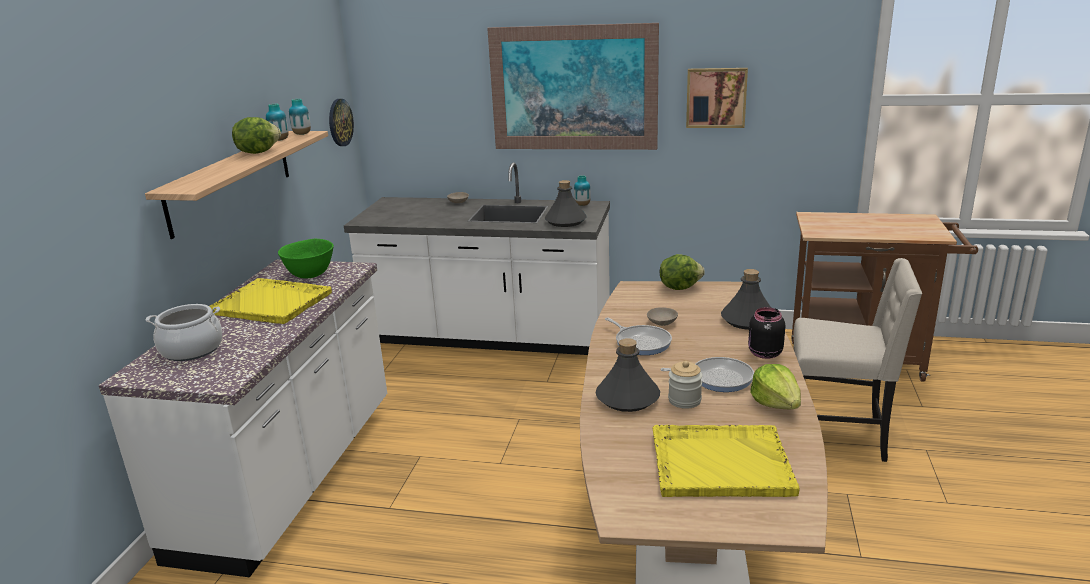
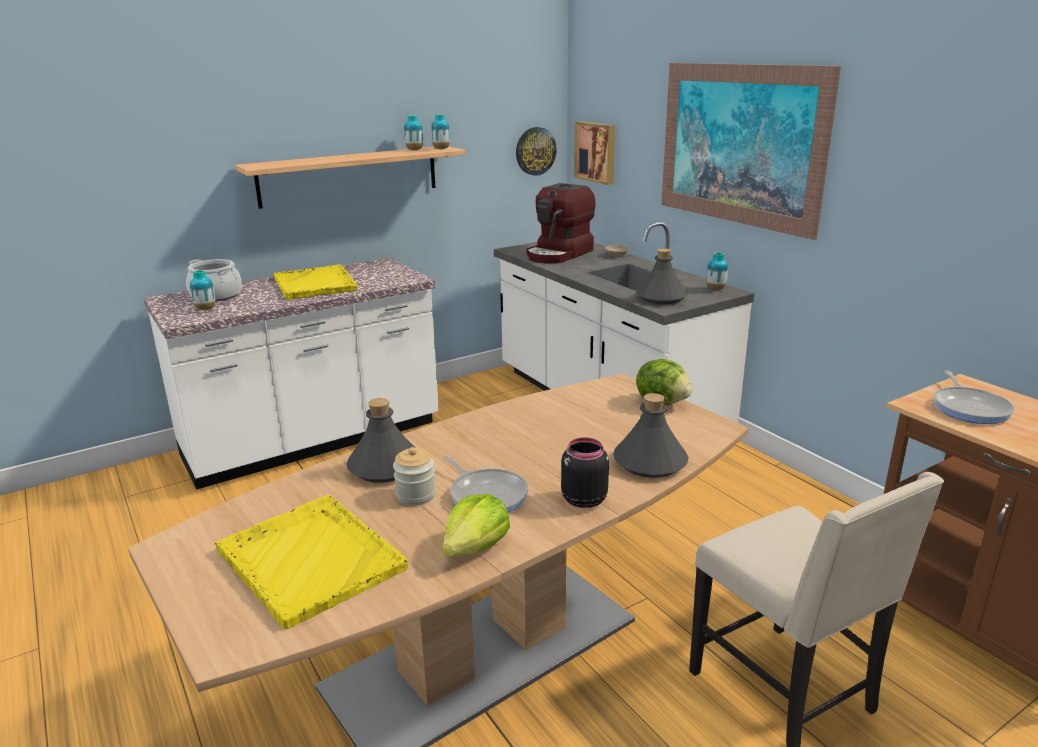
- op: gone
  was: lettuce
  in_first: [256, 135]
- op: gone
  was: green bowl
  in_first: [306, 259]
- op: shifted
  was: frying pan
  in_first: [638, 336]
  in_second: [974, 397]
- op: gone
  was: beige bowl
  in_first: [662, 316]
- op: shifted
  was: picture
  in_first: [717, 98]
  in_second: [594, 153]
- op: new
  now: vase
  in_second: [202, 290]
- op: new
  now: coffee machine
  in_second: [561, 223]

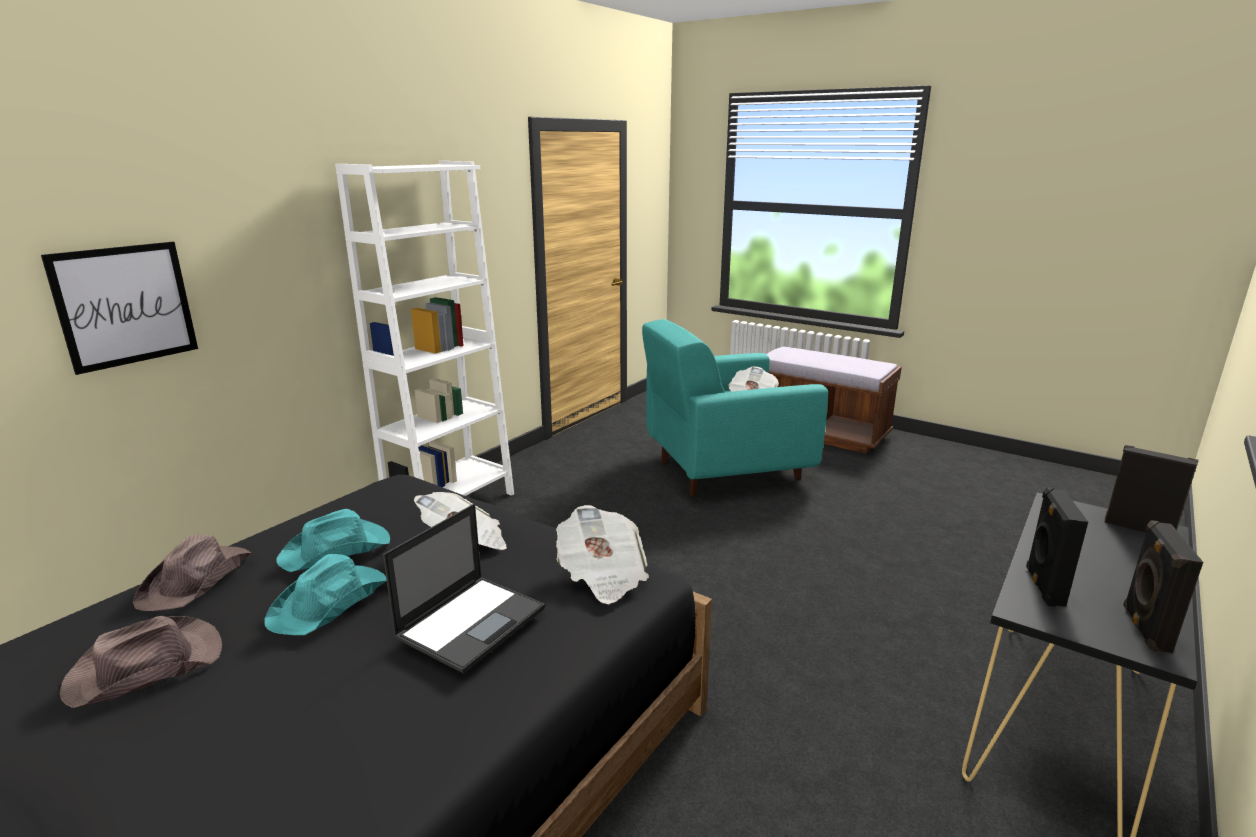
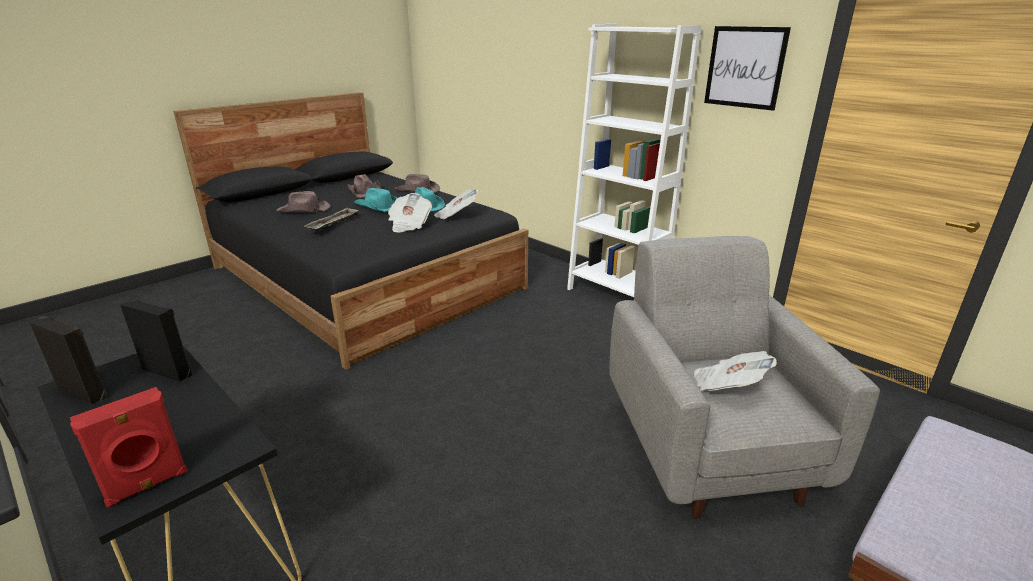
- op: shifted
  was: picture
  in_first: [119, 308]
  in_second: [747, 68]
- op: swapped
  was: laptop
  now: tray
  in_first: [464, 589]
  in_second: [331, 219]
- op: shifted
  was: newspaper
  in_first: [602, 554]
  in_second: [456, 204]
- op: repainted
  was: turquoise armchair
  now: grey armchair
  in_first: [735, 407]
  in_second: [744, 377]
- op: repainted
  was: black speaker
  now: red speaker
  in_first: [1152, 489]
  in_second: [129, 447]
- op: new
  now: brown hat
  in_second: [303, 201]

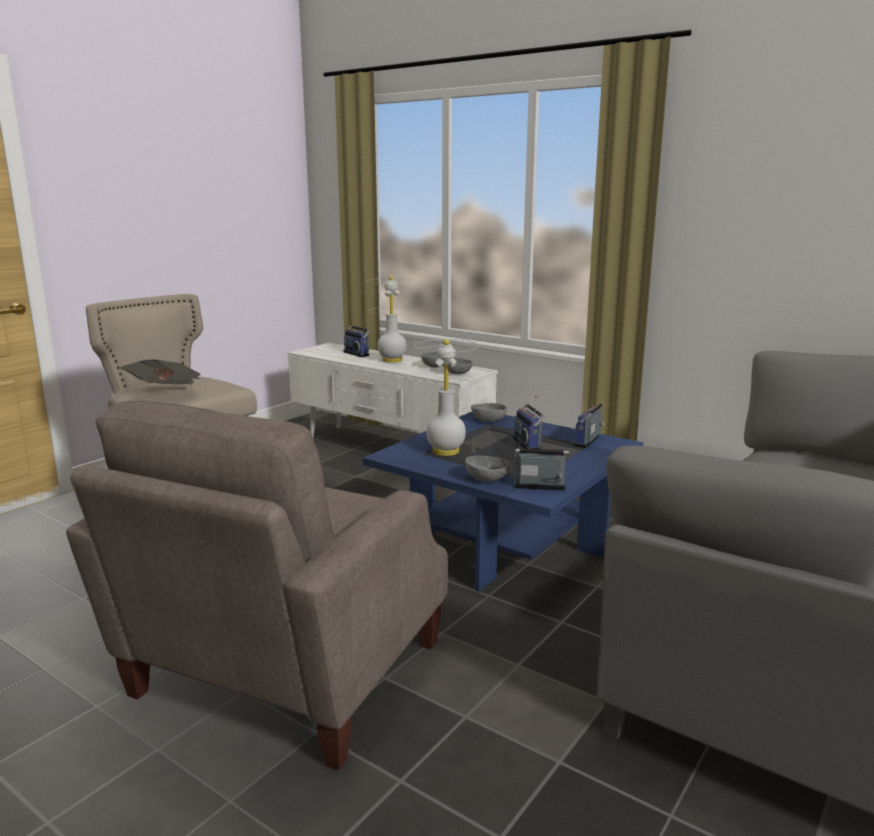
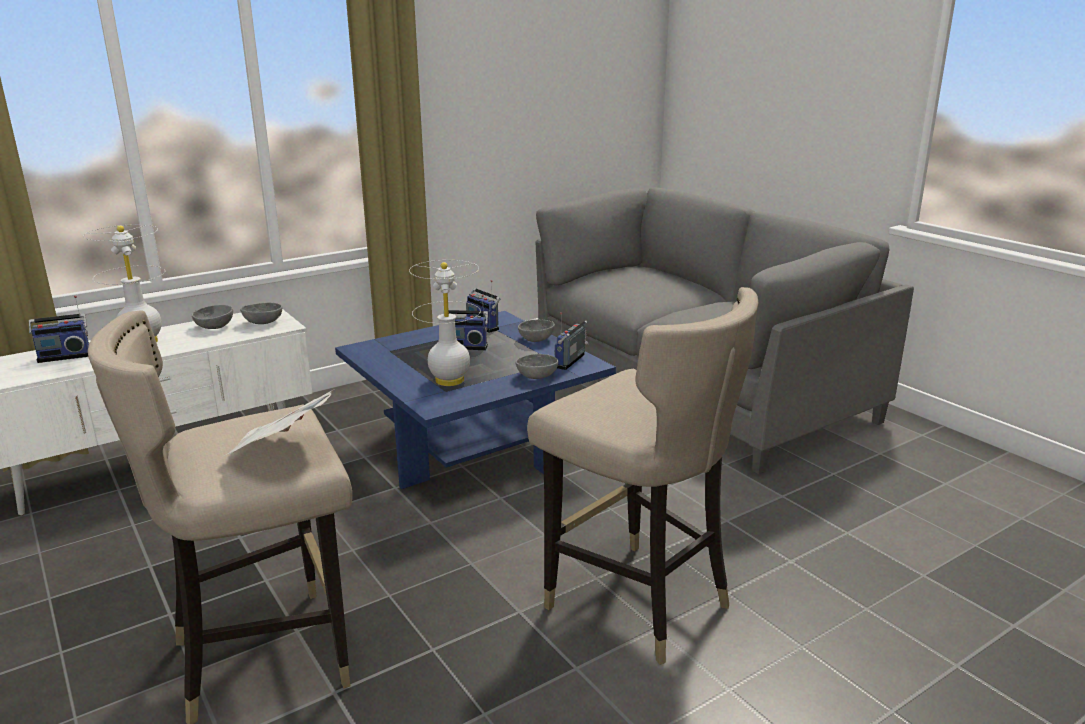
- op: swapped
  was: beige armchair
  now: beige stool
  in_first: [257, 586]
  in_second: [642, 476]
- op: shifted
  was: grey bowl
  in_first: [489, 412]
  in_second: [536, 330]

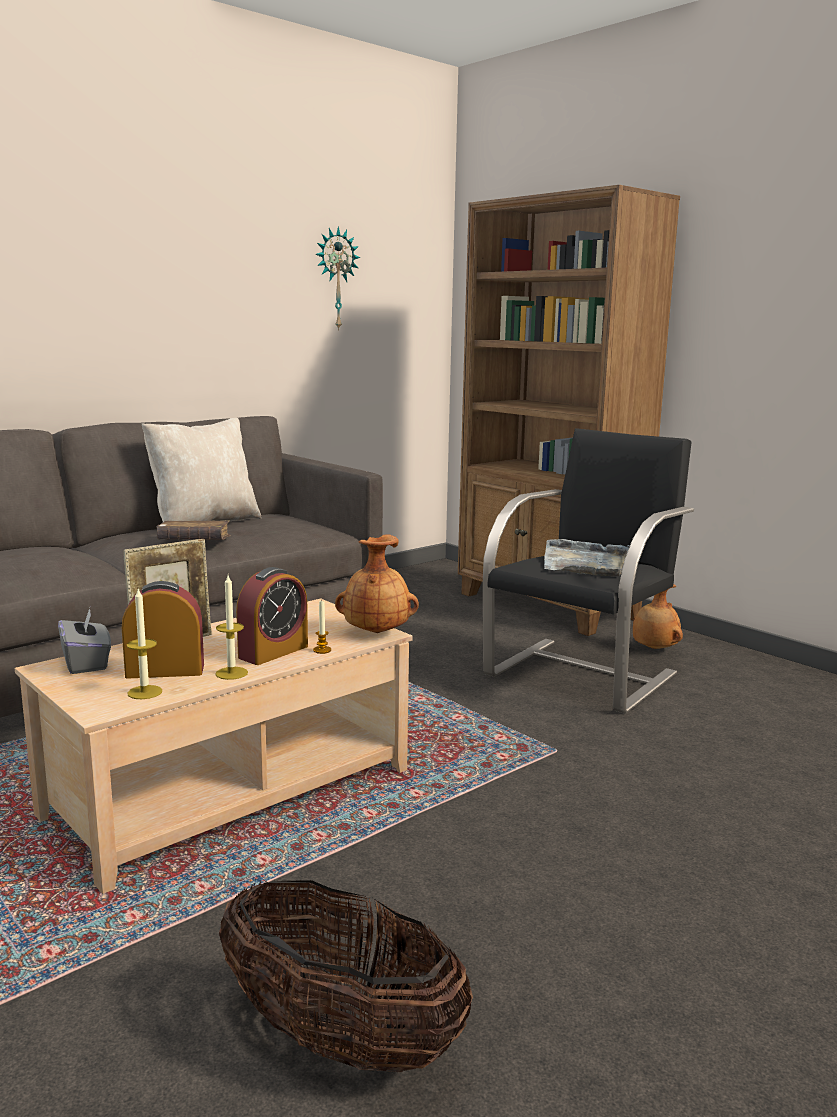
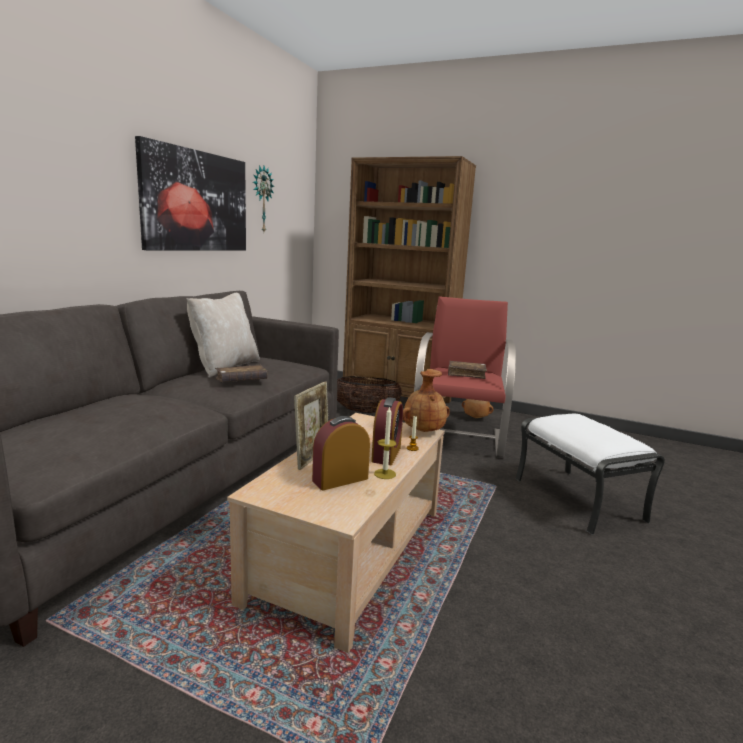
- op: gone
  was: grey tissue box
  in_first: [84, 641]
- op: gone
  was: candle
  in_first: [144, 644]
- op: shifted
  was: basket
  in_first: [346, 976]
  in_second: [369, 394]
- op: repainted
  was: black armchair
  now: red armchair
  in_first: [588, 571]
  in_second: [465, 377]
- op: swapped
  was: grey tray
  now: brown book
  in_first: [587, 557]
  in_second: [467, 370]
- op: new
  now: picture
  in_second: [190, 193]
- op: new
  now: white ottoman
  in_second: [590, 474]

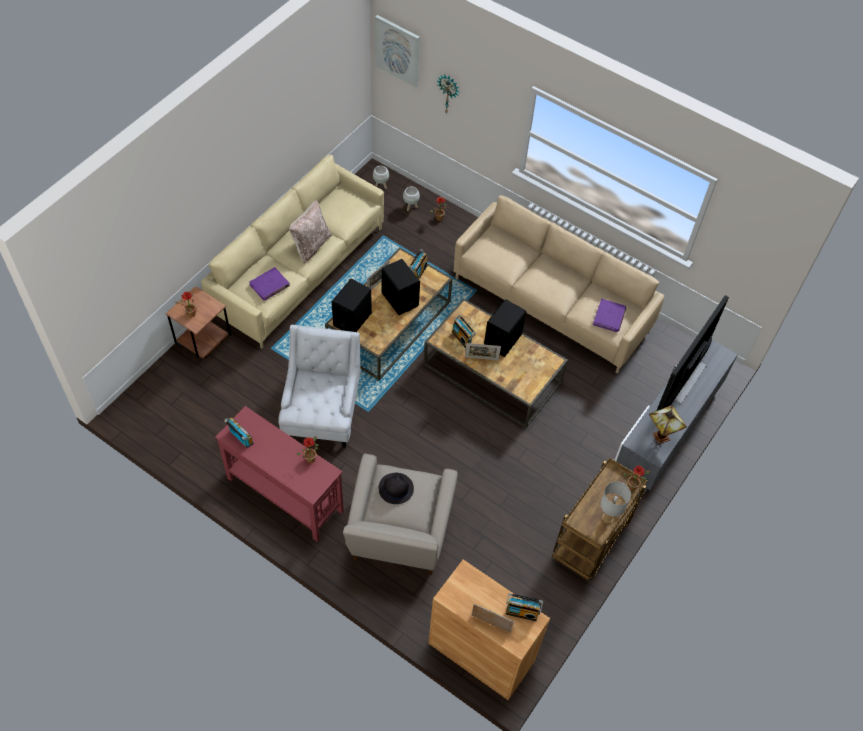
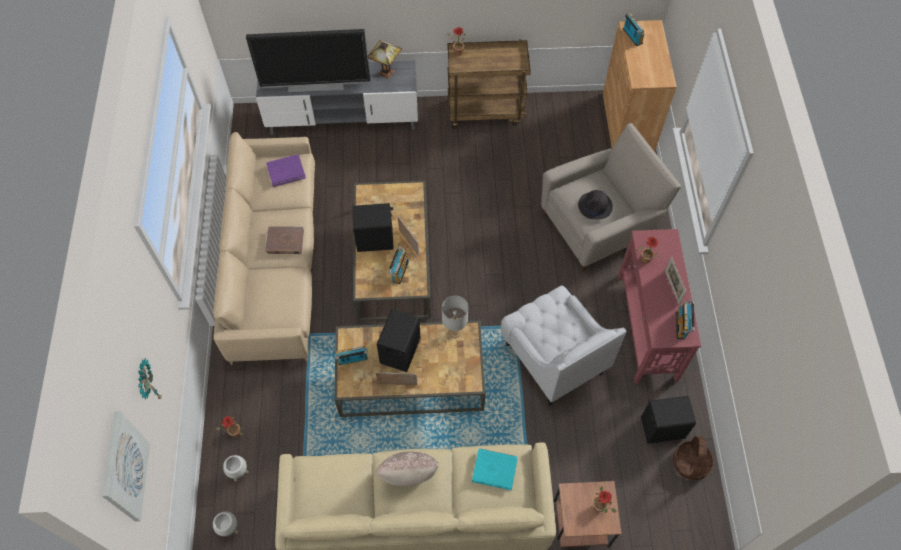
- op: repainted
  was: purple book
  now: turquoise book
  in_first: [269, 284]
  in_second: [495, 469]
- op: rotated
  was: white armchair
  in_first: [319, 386]
  in_second: [564, 345]
  clockwise: -90
- op: shifted
  was: black speaker
  in_first: [352, 305]
  in_second: [668, 420]
- op: shifted
  was: picture frame
  in_first: [492, 618]
  in_second: [675, 281]
- op: shifted
  was: grey table lamp
  in_first: [615, 502]
  in_second: [455, 317]
- op: new
  now: brown book
  in_second: [284, 240]
- op: new
  now: basket
  in_second: [693, 458]

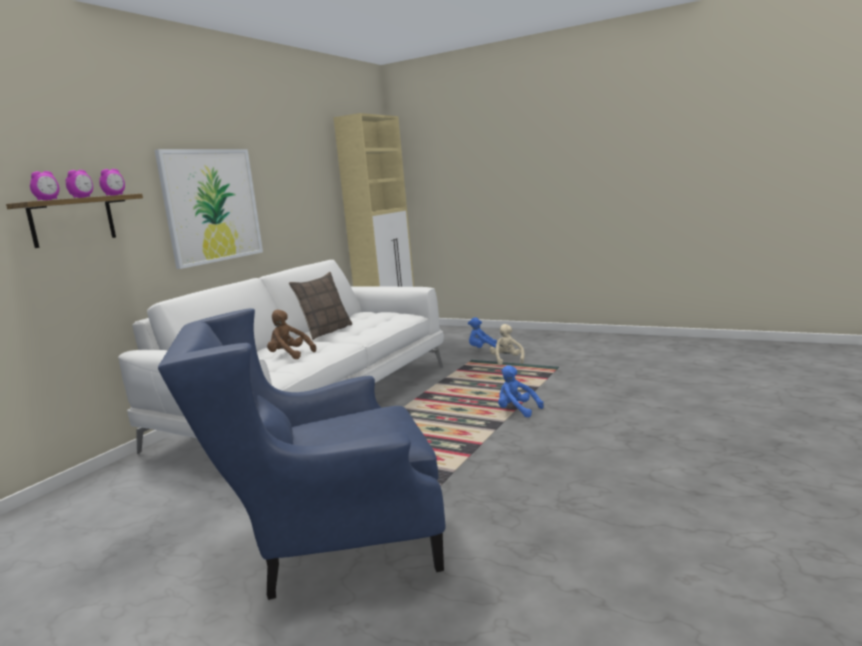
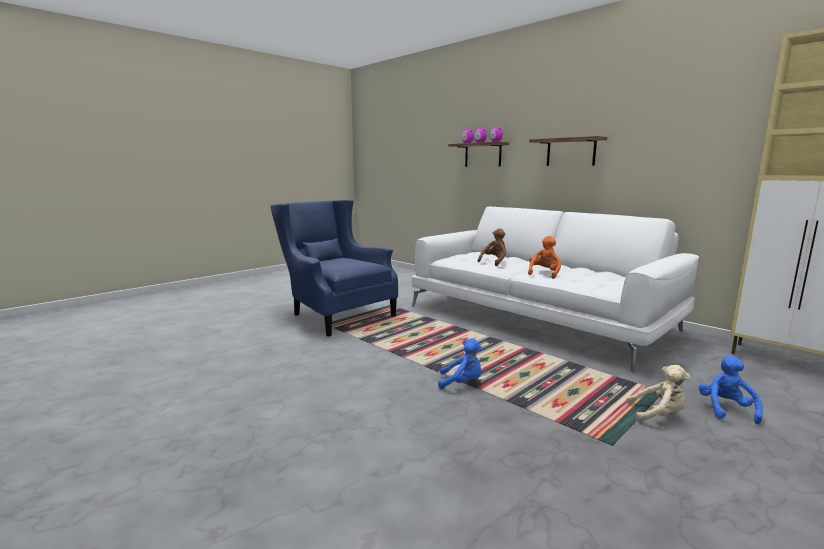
- op: swapped
  was: picture
  now: shelf
  in_first: [209, 209]
  in_second: [568, 151]
- op: rotated
  was: blue armchair
  in_first: [302, 454]
  in_second: [334, 268]
  clockwise: -45
- op: gone
  was: pillow
  in_first: [320, 306]
- op: rotated
  was: blue plush toy
  in_first: [521, 391]
  in_second: [460, 364]
  clockwise: 45
- op: new
  now: orange plush toy
  in_second: [544, 257]

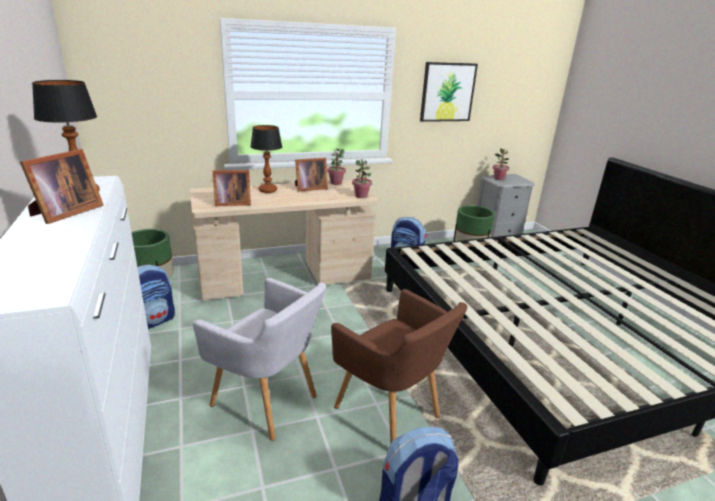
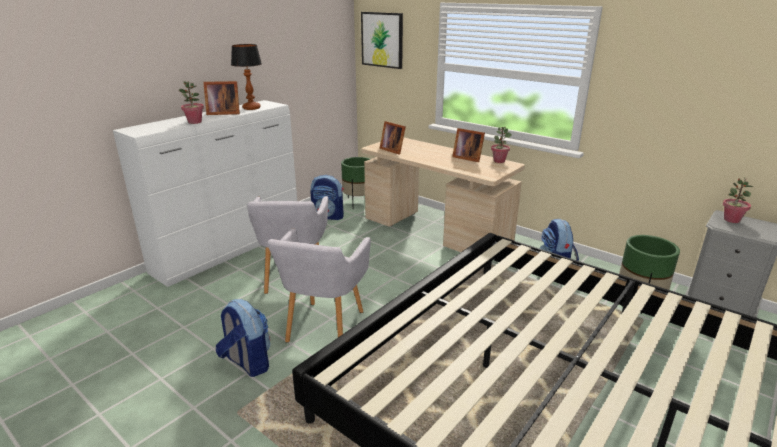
- op: gone
  was: table lamp
  in_first: [266, 159]
- op: repainted
  was: brown armchair
  now: grey armchair
  in_first: [399, 366]
  in_second: [319, 285]
- op: shifted
  was: potted plant
  in_first: [362, 178]
  in_second: [191, 102]
- op: shifted
  was: picture
  in_first: [449, 92]
  in_second: [382, 40]

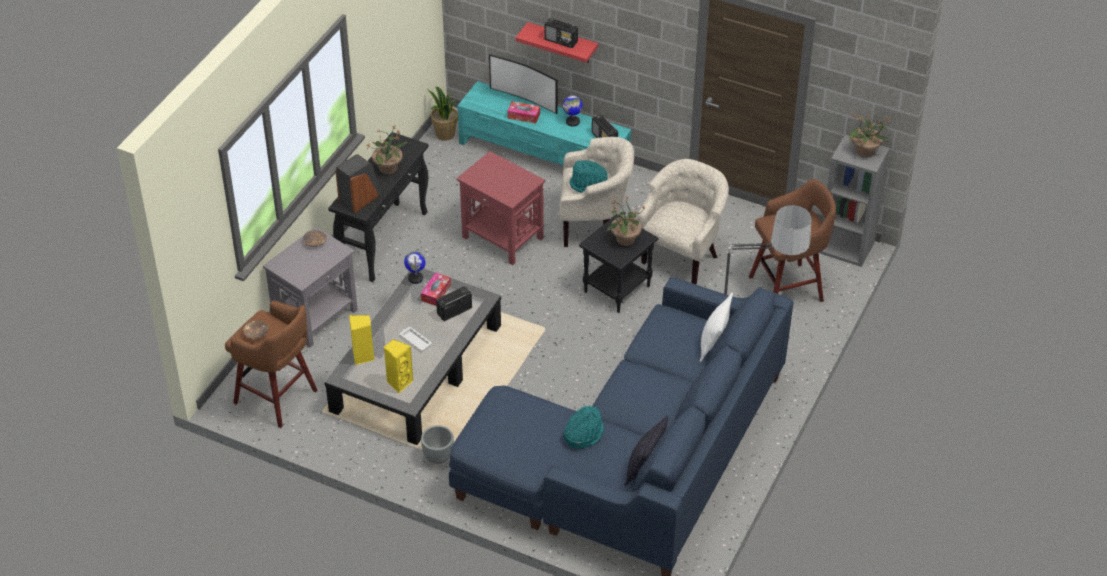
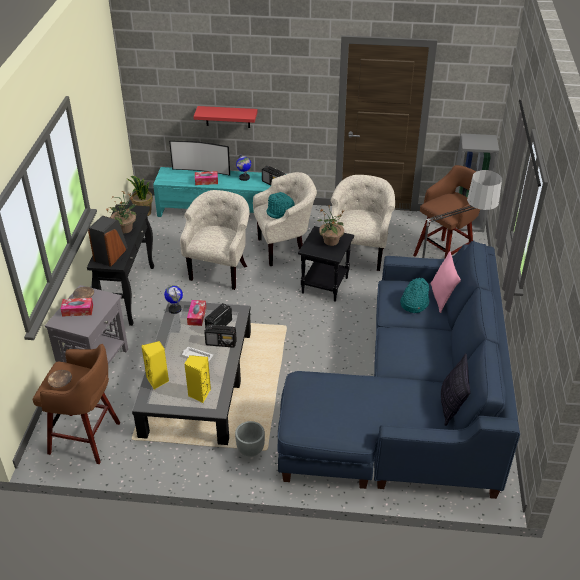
- op: swapped
  was: red side table
  now: beige armchair
  in_first: [501, 208]
  in_second: [215, 240]
- op: shifted
  was: radio
  in_first: [561, 33]
  in_second: [220, 336]
- op: shifted
  was: turquoise hat
  in_first: [584, 427]
  in_second: [415, 295]
- op: repainted
  was: white pillow
  now: pink pillow
  in_first: [716, 327]
  in_second: [445, 282]
- op: gone
  was: potted plant
  in_first: [870, 133]
- op: new
  now: tissue box
  in_second: [77, 307]

